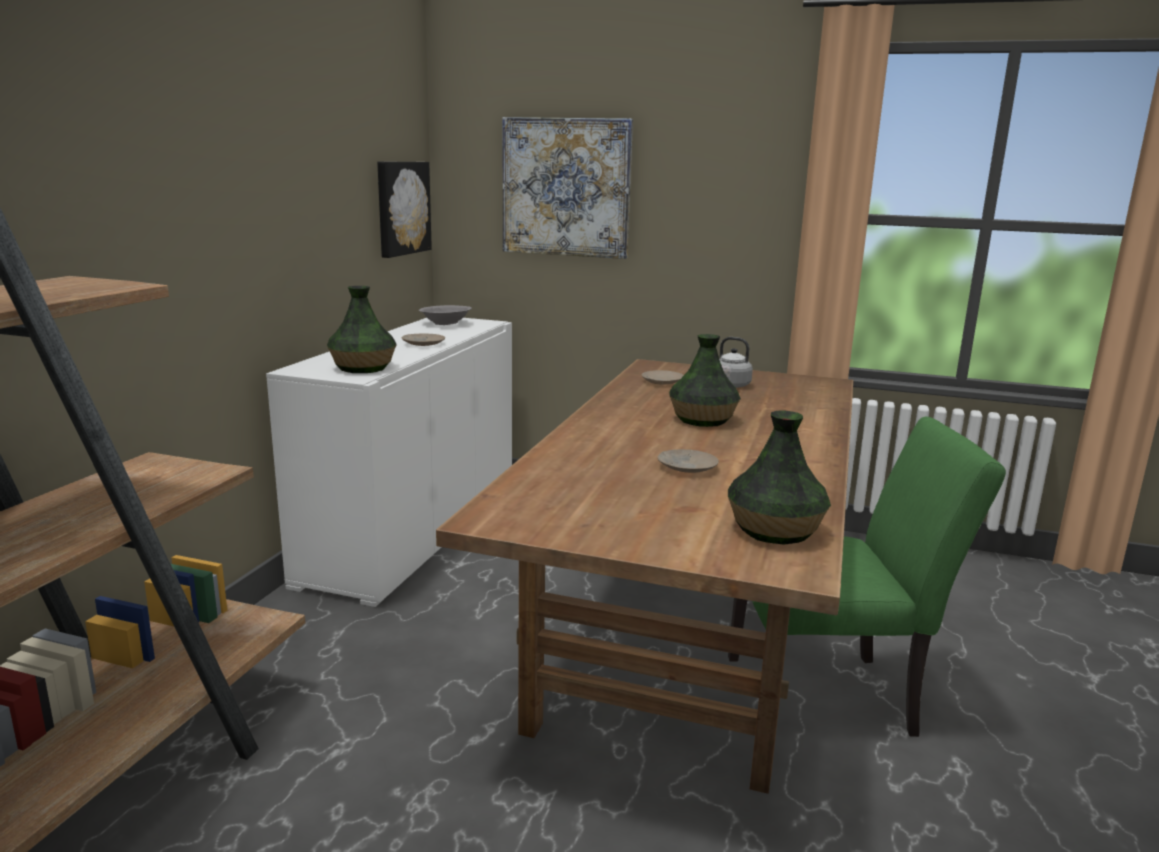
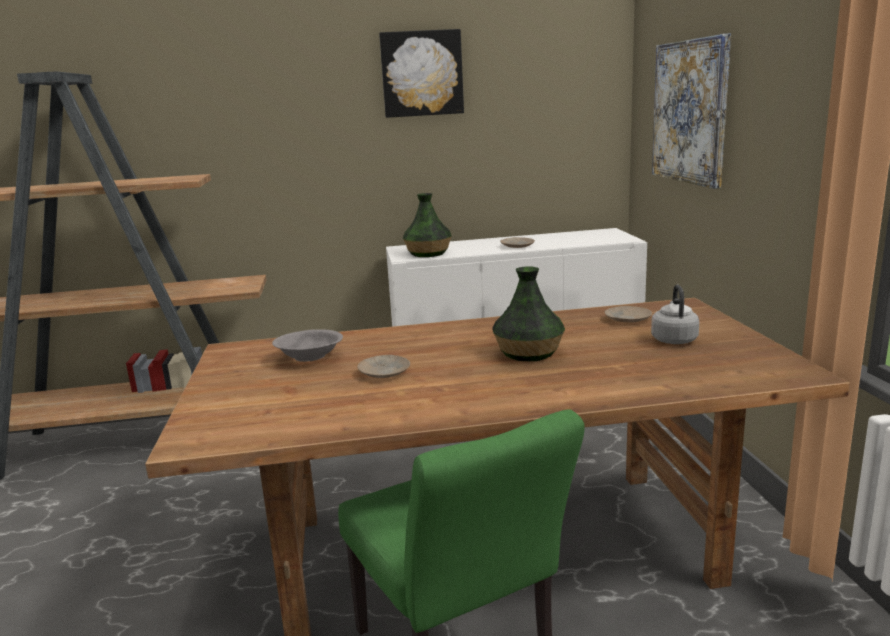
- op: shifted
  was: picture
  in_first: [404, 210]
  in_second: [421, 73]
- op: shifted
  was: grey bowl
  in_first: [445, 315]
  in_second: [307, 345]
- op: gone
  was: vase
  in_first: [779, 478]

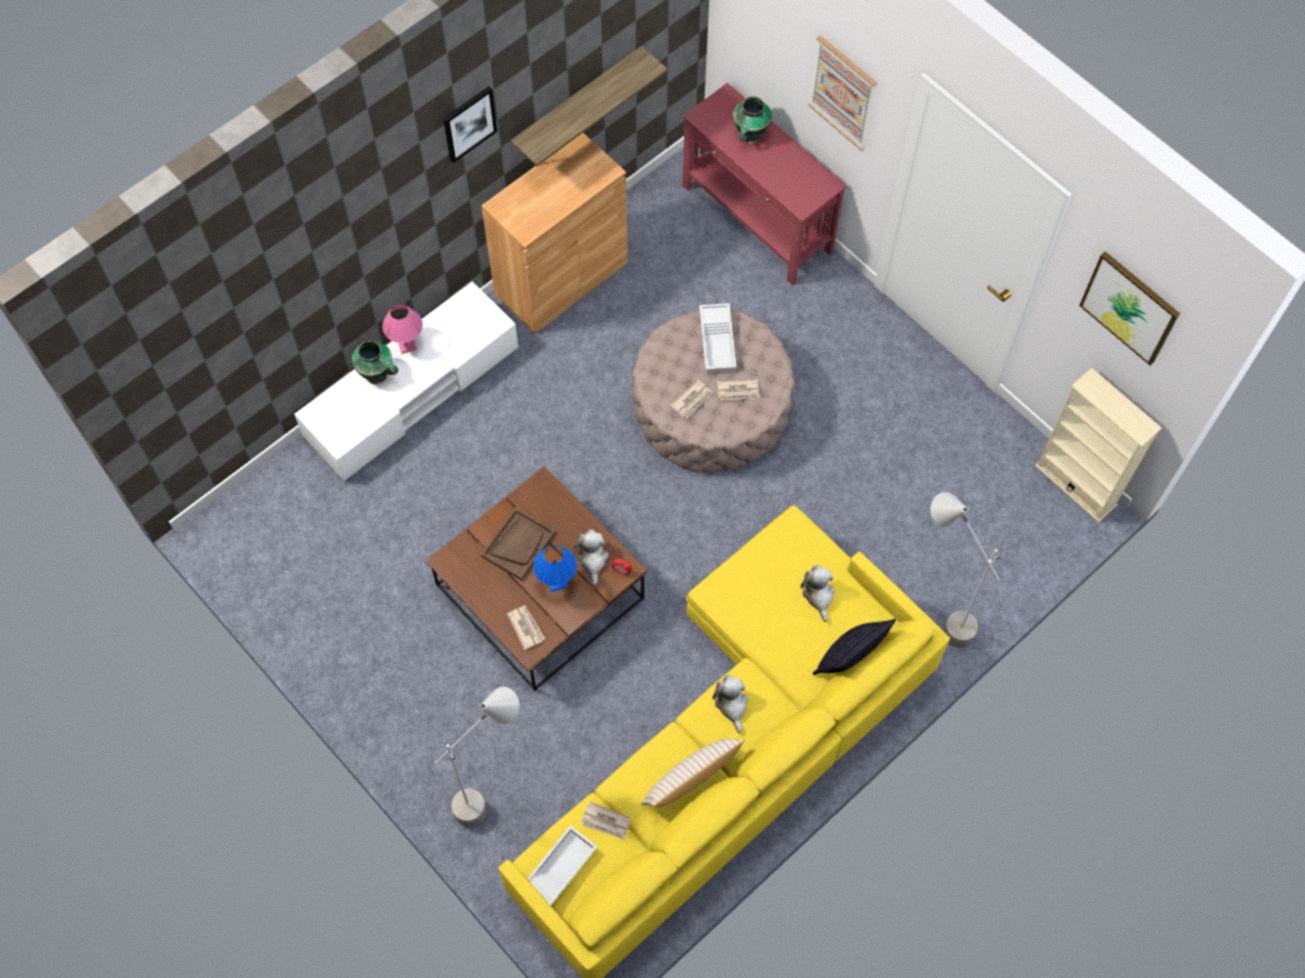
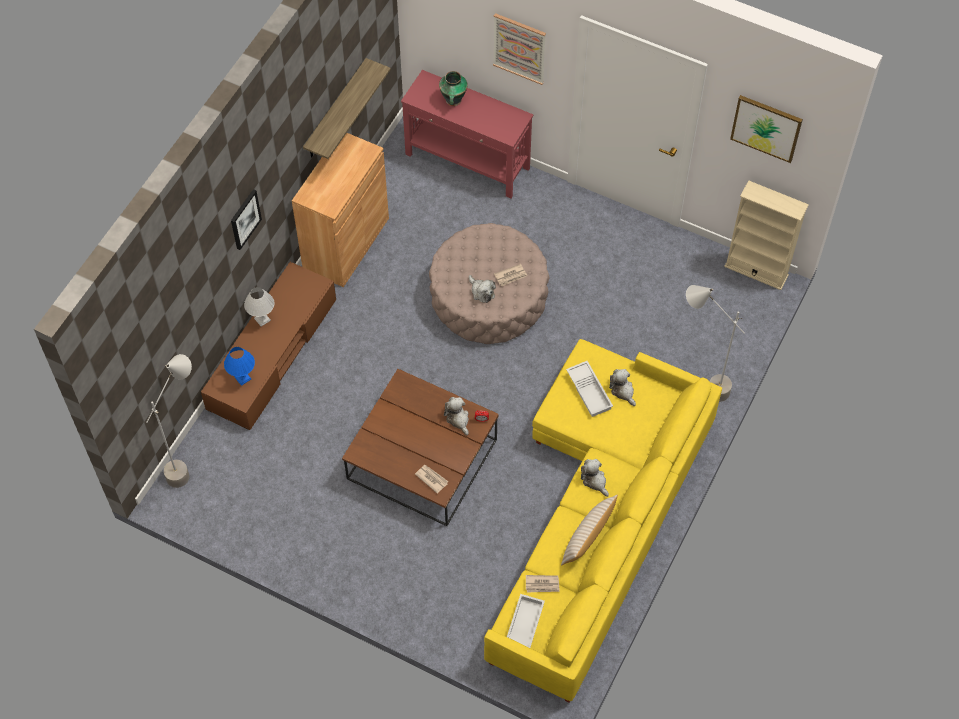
- op: repainted
  was: white tv stand
  now: brown tv stand
  in_first: [406, 381]
  in_second: [268, 346]
- op: gone
  was: vase
  in_first: [375, 362]
- op: repainted
  was: pink table lamp
  now: white table lamp
  in_first: [402, 329]
  in_second: [259, 307]
- op: shifted
  was: grey floor lamp
  in_first: [477, 757]
  in_second: [169, 421]
- op: shifted
  was: picture
  in_first: [470, 124]
  in_second: [246, 219]
- op: gone
  was: brown tray
  in_first: [518, 544]
- op: shifted
  was: blue table lamp
  in_first: [555, 568]
  in_second: [239, 366]
- op: swapped
  was: newspaper
  now: plush toy
  in_first: [691, 399]
  in_second: [482, 289]
- op: shifted
  was: white tray
  in_first: [718, 338]
  in_second: [589, 389]
- op: gone
  was: pillow
  in_first: [854, 647]

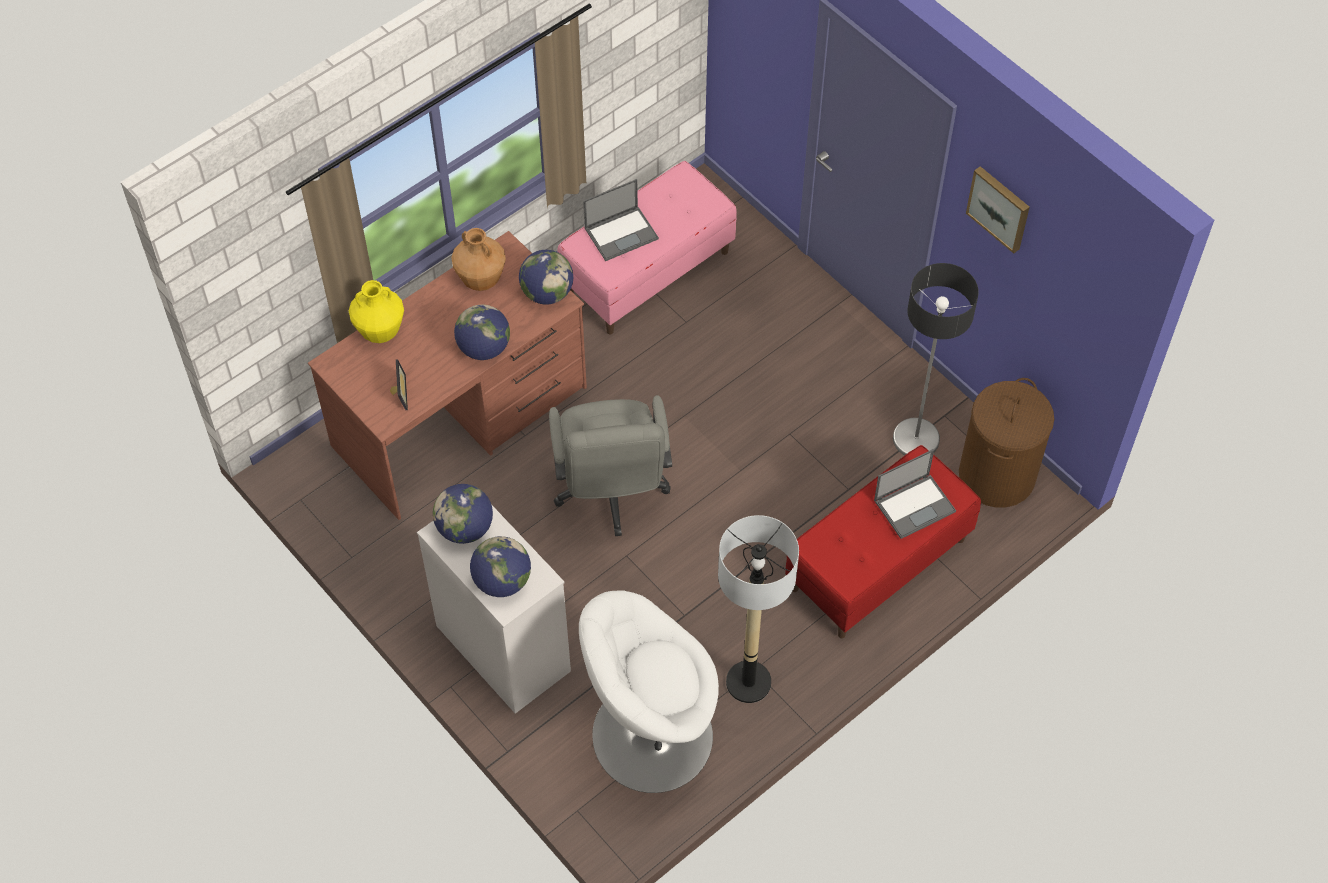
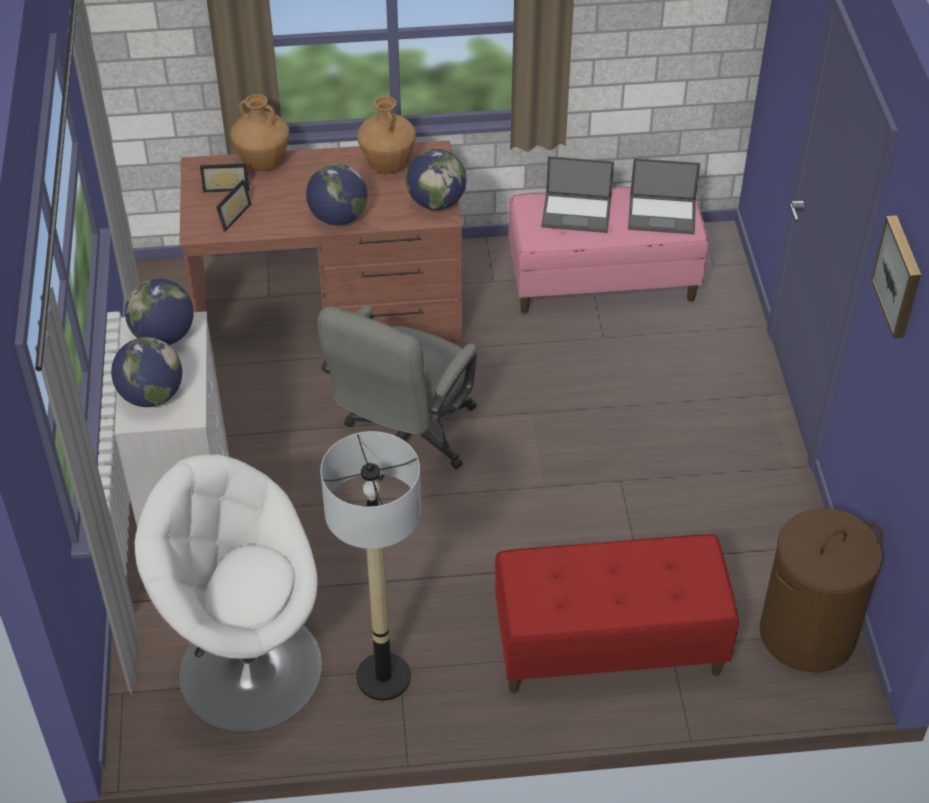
- op: repainted
  was: yellow vase
  now: brown vase
  in_first: [376, 311]
  in_second: [259, 132]
- op: shifted
  was: laptop
  in_first: [915, 494]
  in_second: [664, 196]
- op: gone
  was: floor lamp
  in_first: [936, 359]
- op: new
  now: picture frame
  in_second: [224, 178]

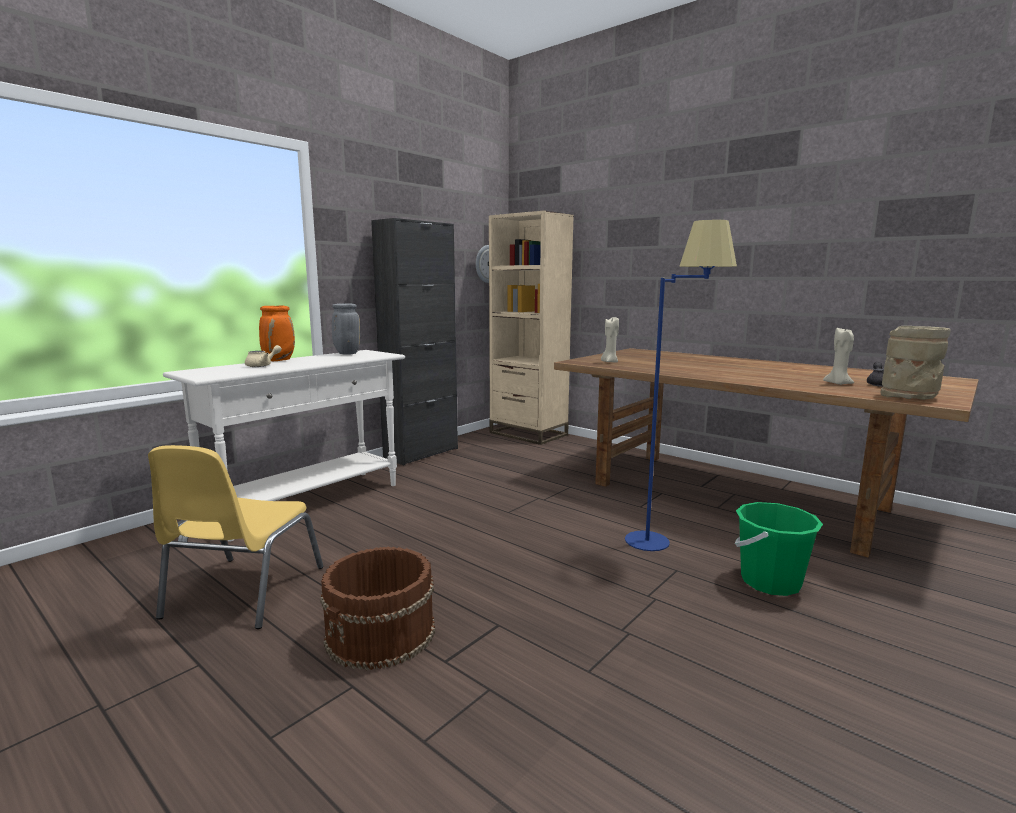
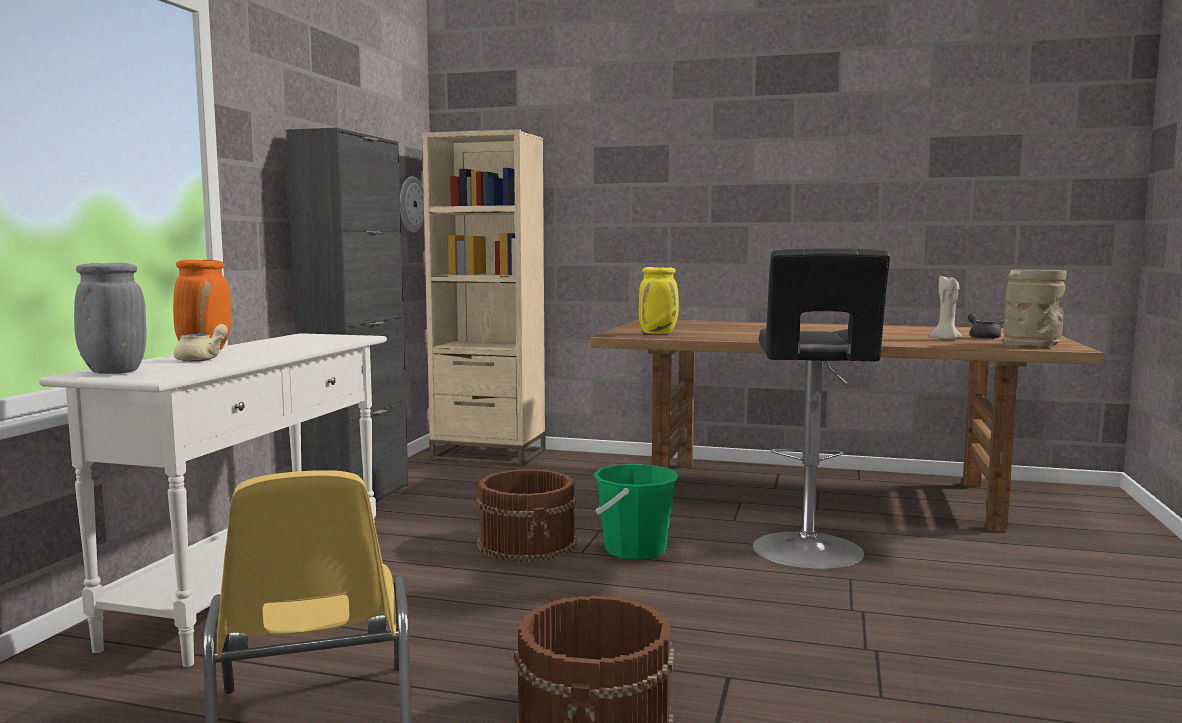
- op: shifted
  was: grey vase
  in_first: [346, 329]
  in_second: [110, 318]
- op: swapped
  was: beige candle
  now: yellow vase
  in_first: [610, 340]
  in_second: [658, 300]
- op: swapped
  was: blue floor lamp
  now: black stool
  in_first: [681, 385]
  in_second: [821, 409]
- op: shifted
  was: green bucket
  in_first: [779, 549]
  in_second: [636, 512]
- op: new
  now: brown bucket
  in_second: [526, 515]

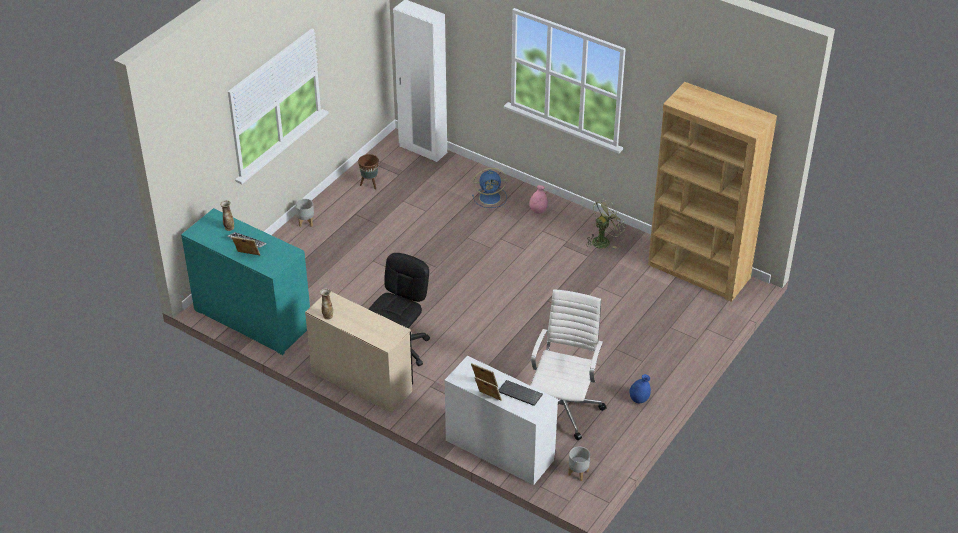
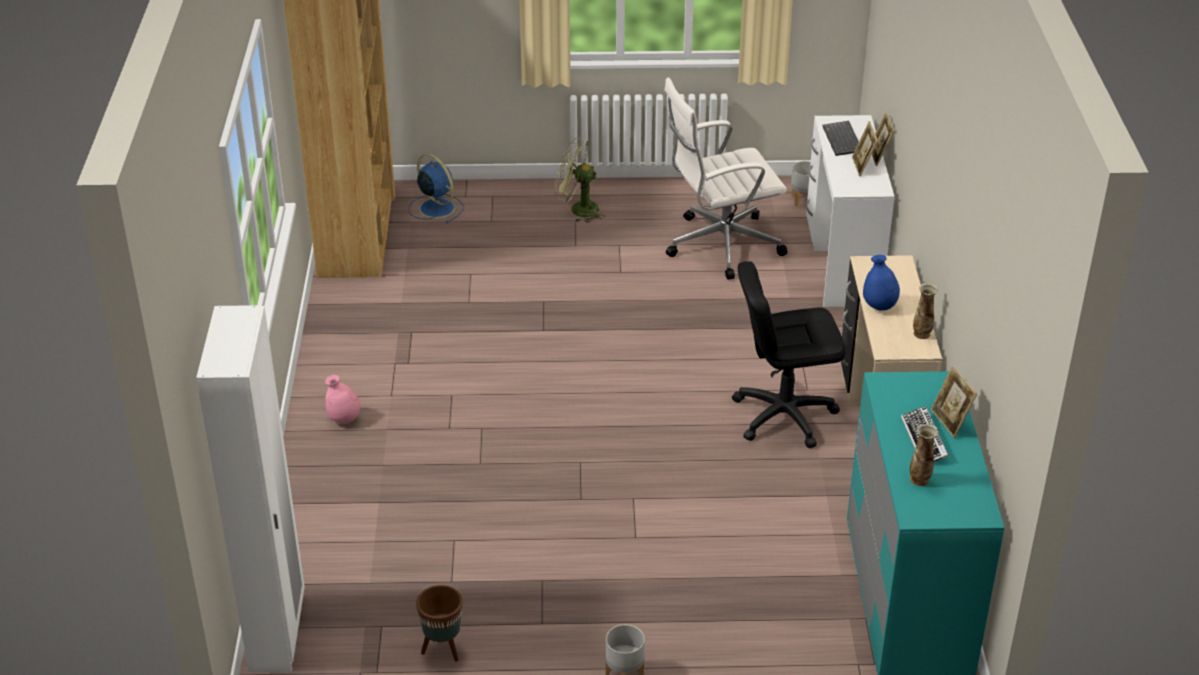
- op: shifted
  was: blue fan
  in_first: [489, 188]
  in_second: [436, 188]
- op: shifted
  was: green fan
  in_first: [605, 224]
  in_second: [579, 180]
- op: shifted
  was: blue vase
  in_first: [640, 388]
  in_second: [881, 283]

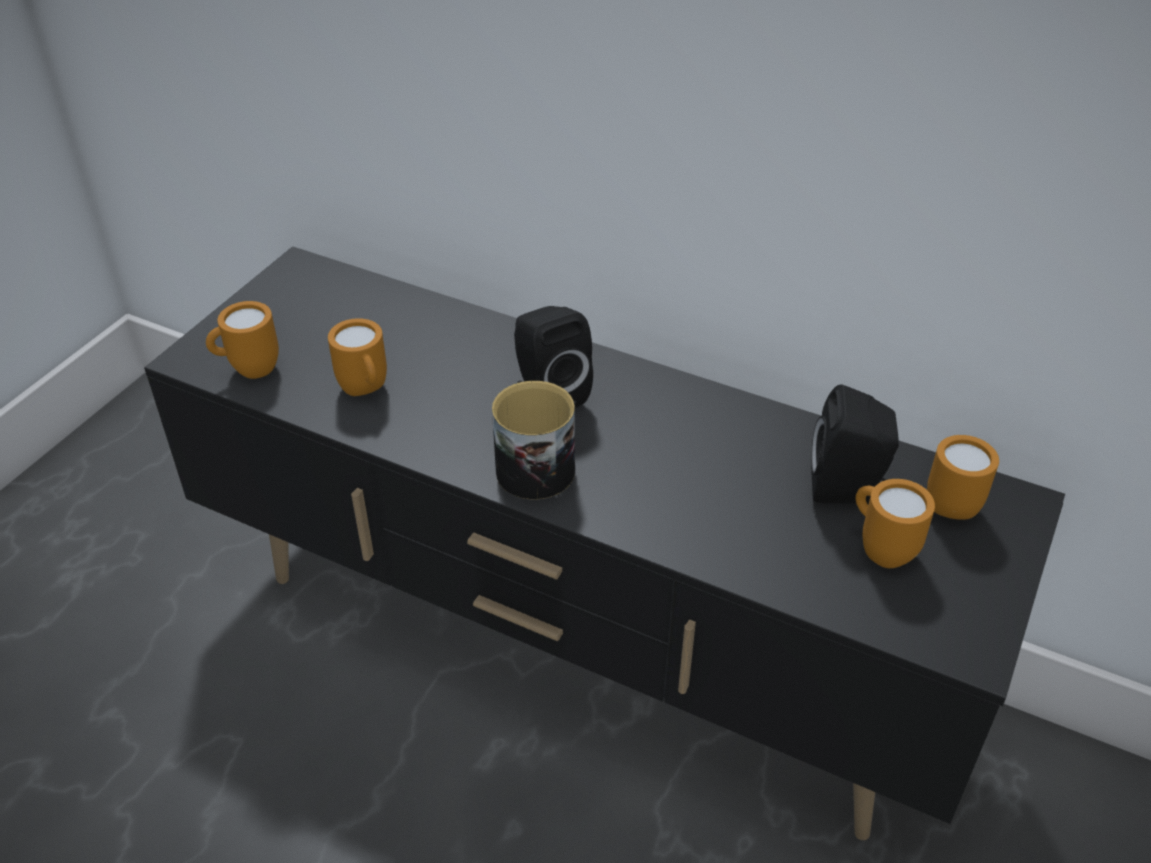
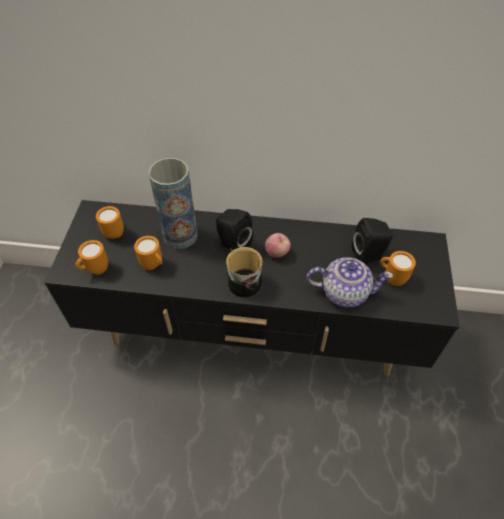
- op: shifted
  was: orange mug
  in_first: [963, 477]
  in_second: [110, 222]
- op: new
  now: vase
  in_second: [173, 203]
- op: new
  now: apple
  in_second: [278, 245]
- op: new
  now: teapot
  in_second: [350, 282]

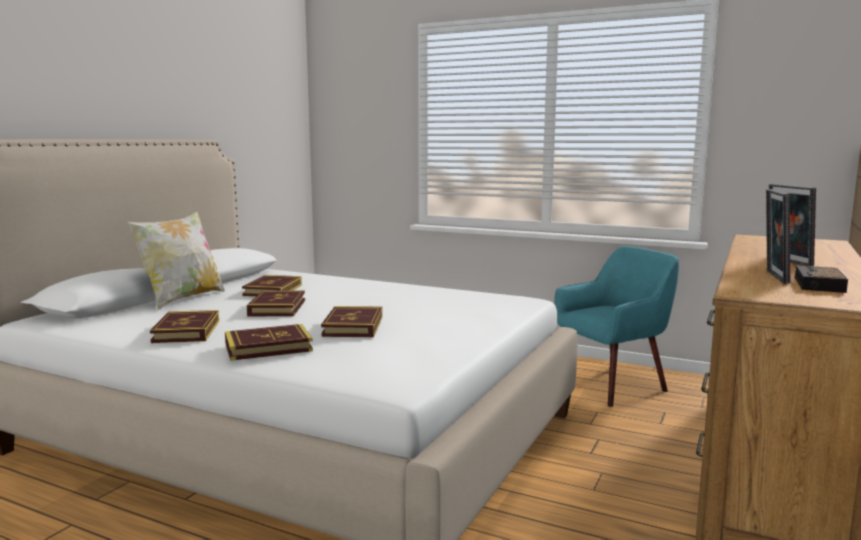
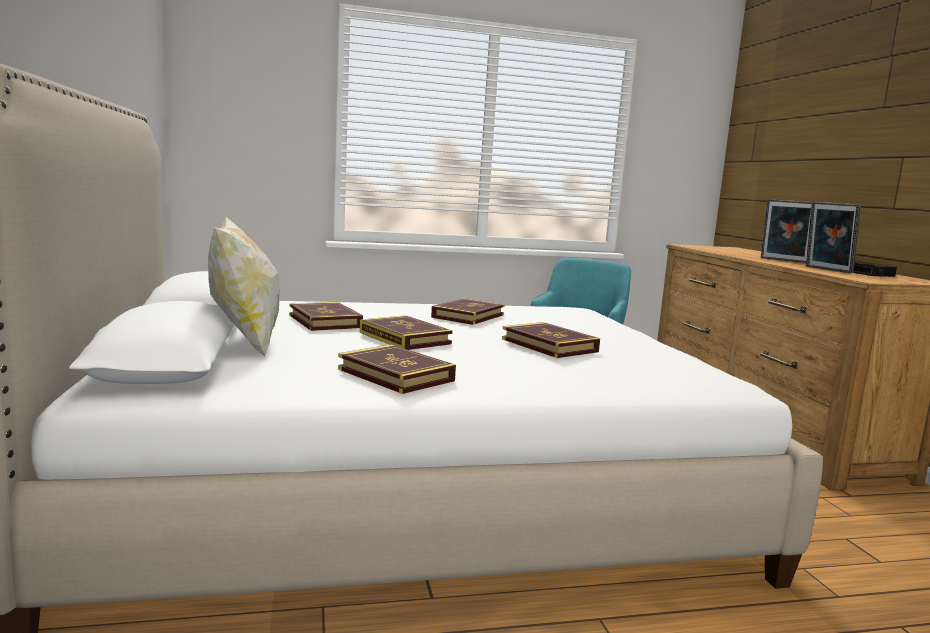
- op: shifted
  was: book
  in_first: [269, 342]
  in_second: [468, 311]

